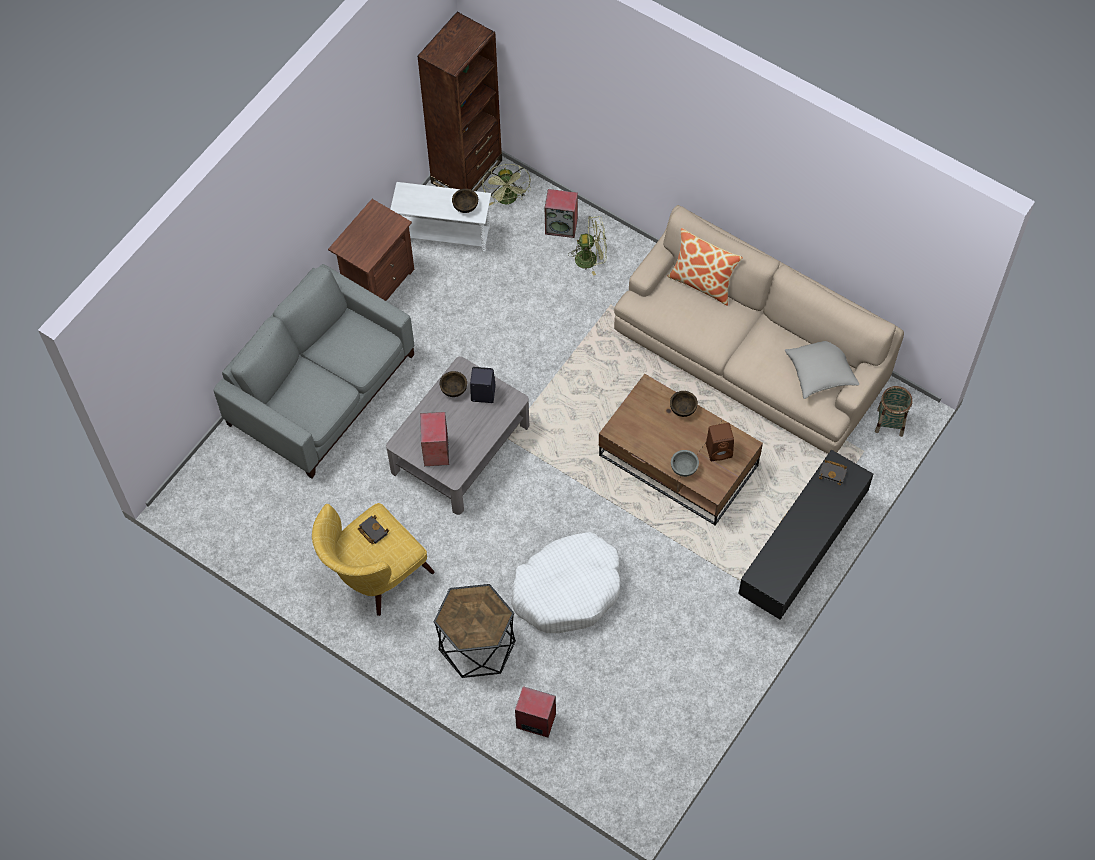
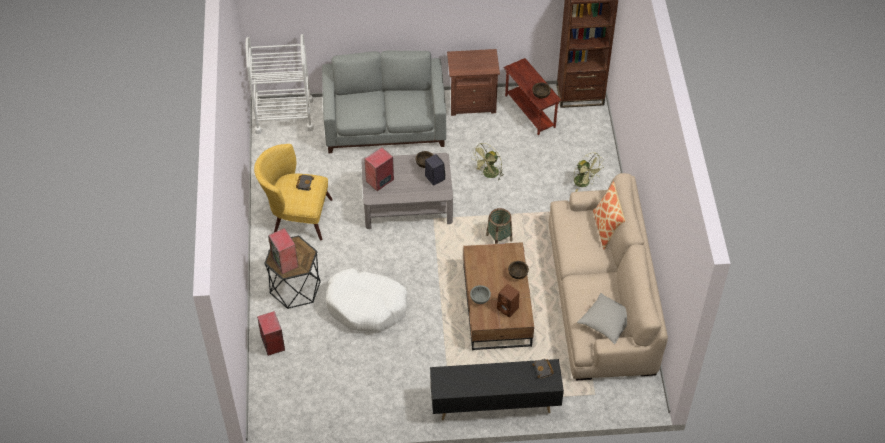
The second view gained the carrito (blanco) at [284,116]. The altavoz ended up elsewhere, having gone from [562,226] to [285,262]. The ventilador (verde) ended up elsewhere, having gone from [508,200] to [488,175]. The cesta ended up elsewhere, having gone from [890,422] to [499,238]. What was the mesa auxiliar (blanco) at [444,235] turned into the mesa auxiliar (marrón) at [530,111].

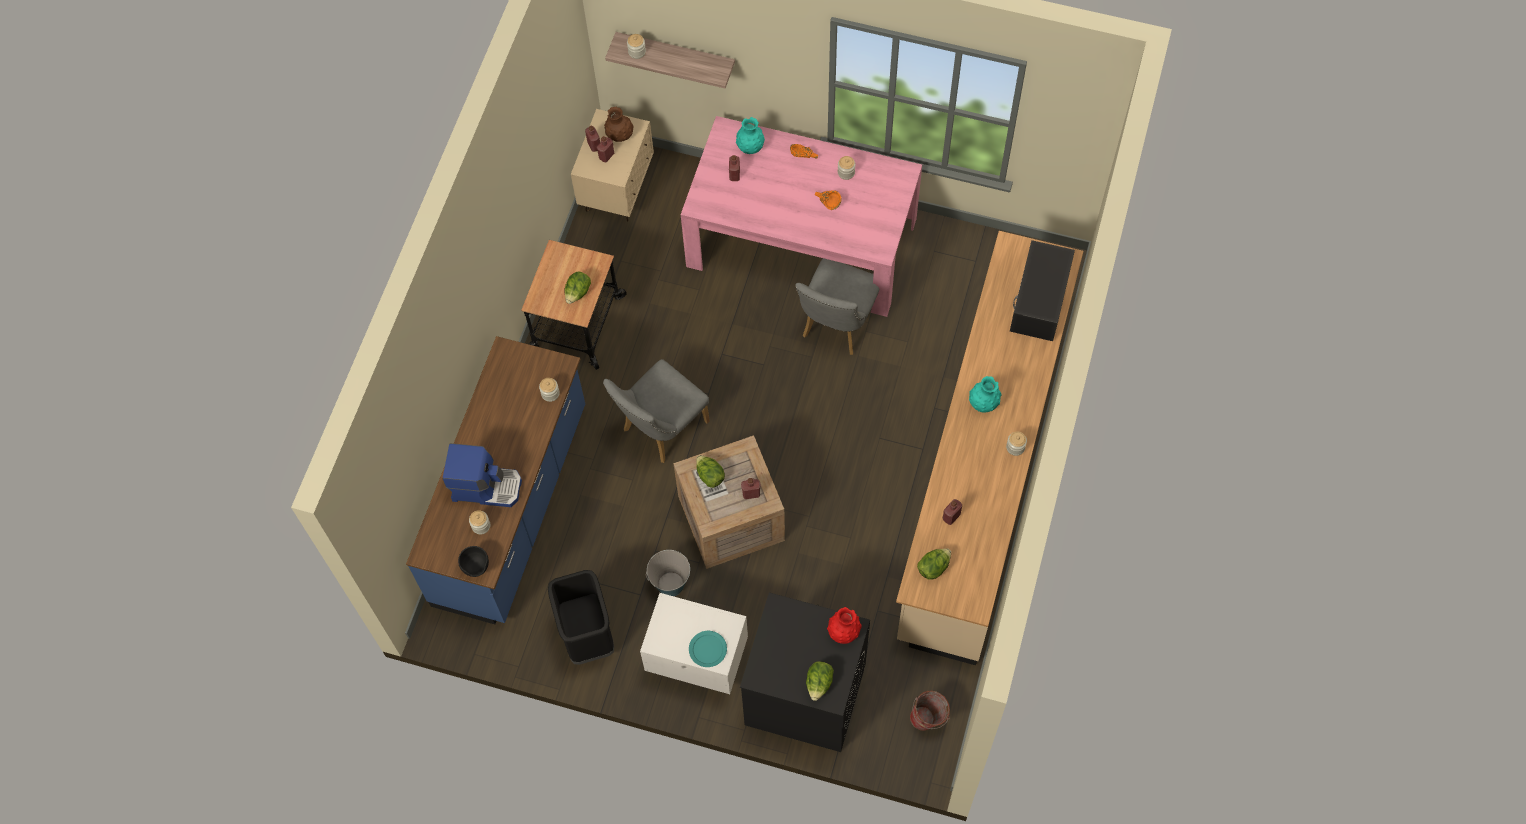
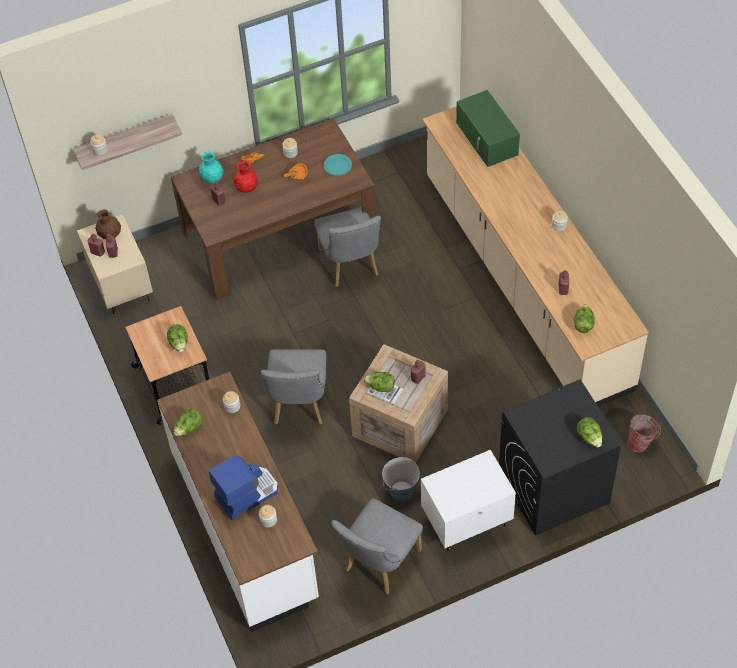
What was the mueble bajo de cocina (azul) at [512,506] turned into the mueble bajo de cocina (blanco) at [246,526]. What was the mesa de comedor (rosa) at [802,242] turned into the mesa de comedor (marrón) at [279,235]. The second view gained the lechuga at [189,428]. The florero (rojo) ended up elsewhere, having gone from [844,632] to [247,188]. The plato (turquesa) ended up elsewhere, having gone from [708,649] to [337,165]. Where the papelera (negro) stood at [587,635], the silla (gris) came to stand at [378,564]. What was the microondas (negro) at [1040,301] turned into the microondas (verde) at [487,139]. The second view lost the cuenco (negro) at [476,569]. The second view lost the florero (turquesa) at [983,403].

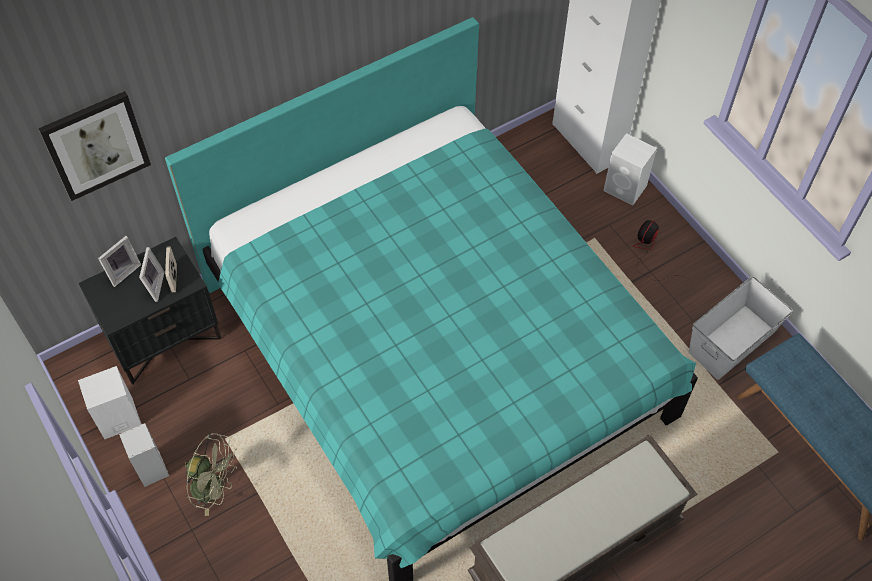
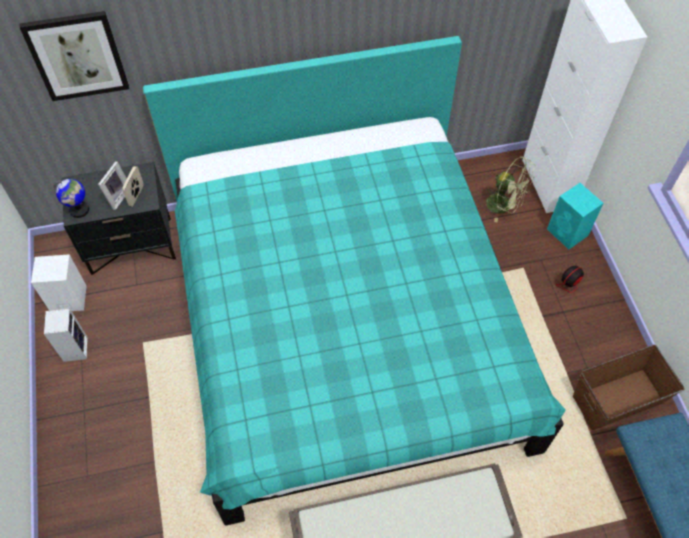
The second view gained the globo terráqueo at [79,210]. The ventilador (verde) ended up elsewhere, having gone from [214,488] to [504,206]. What was the altavoz (blanco) at [626,188] turned into the altavoz (turquesa) at [568,233]. What was the caja de almacenaje (blanco) at [731,341] turned into the caja de almacenaje (marrón) at [617,399]. The second view lost the portarretratos at [122,271].

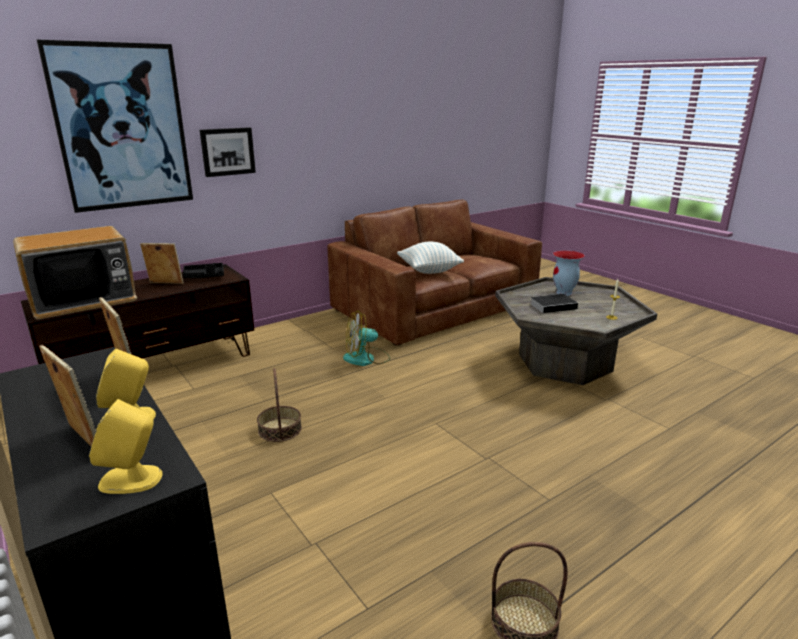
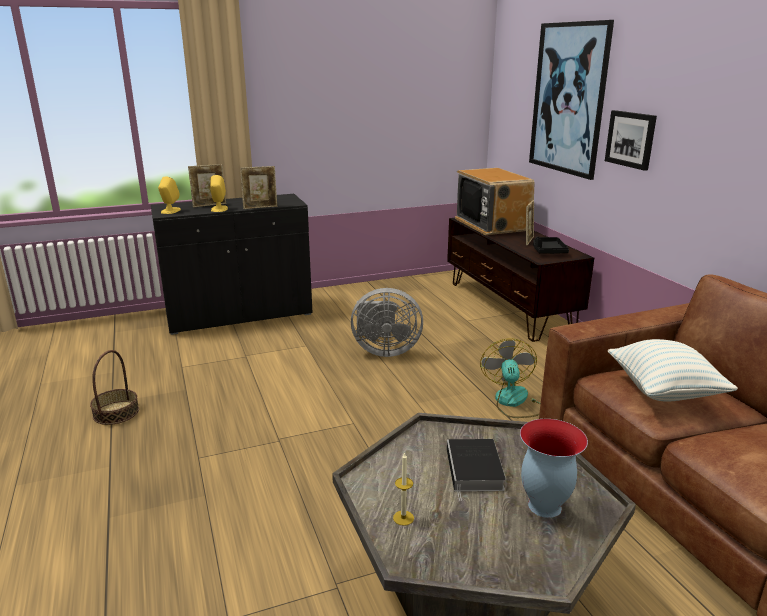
Where the cesta stood at [279,429], the ventilador (gris) came to stand at [384,350].

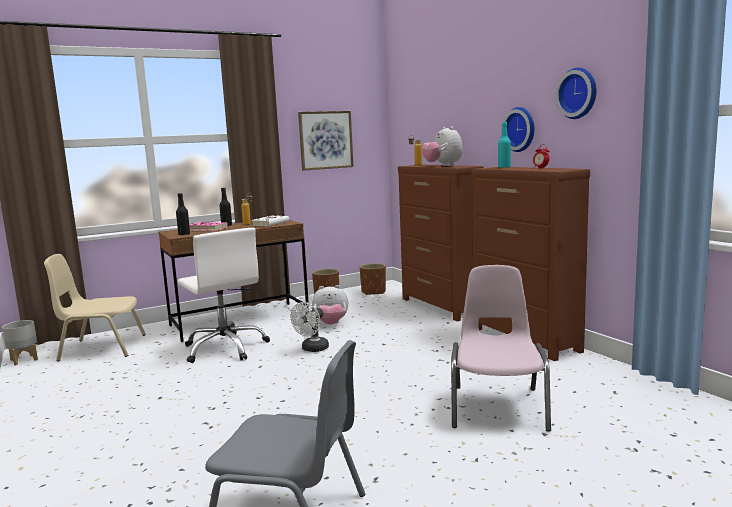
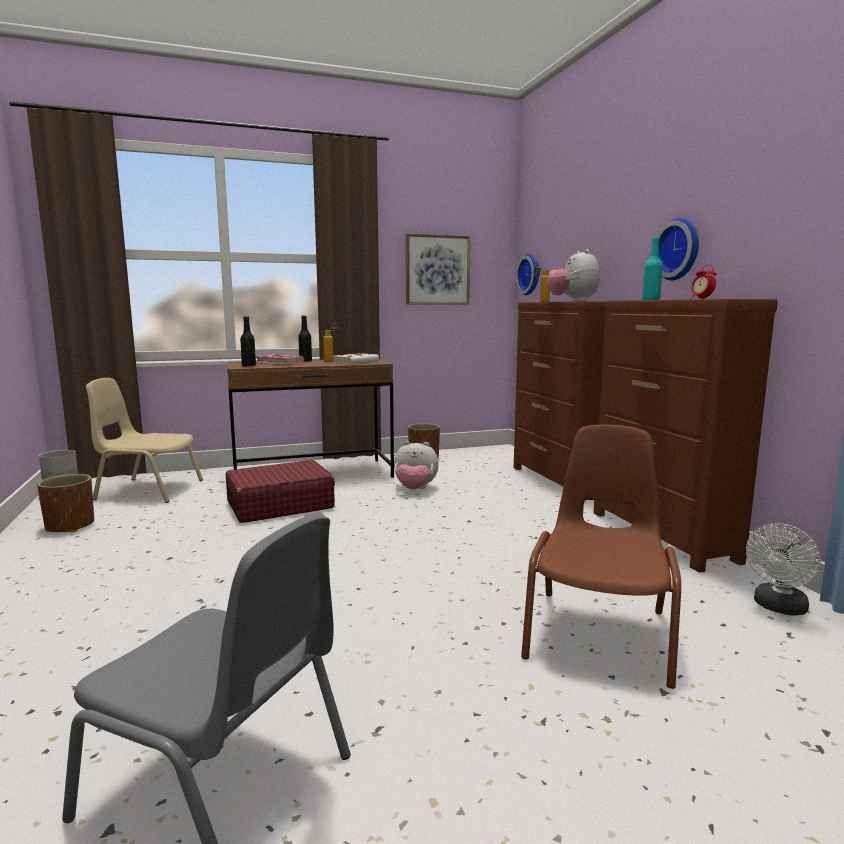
The maceta (marrón) ended up elsewhere, having gone from [373,292] to [70,526]. Where the silla de oficina (blanco) stood at [225,348], the maleta (rojo) came to stand at [279,505]. The reloj de pared ended up elsewhere, having gone from [579,93] to [530,274]. What was the silla (rosa) at [498,407] turned into the silla (marrón) at [600,633]. The ventilador (blanco) ended up elsewhere, having gone from [312,349] to [778,608].

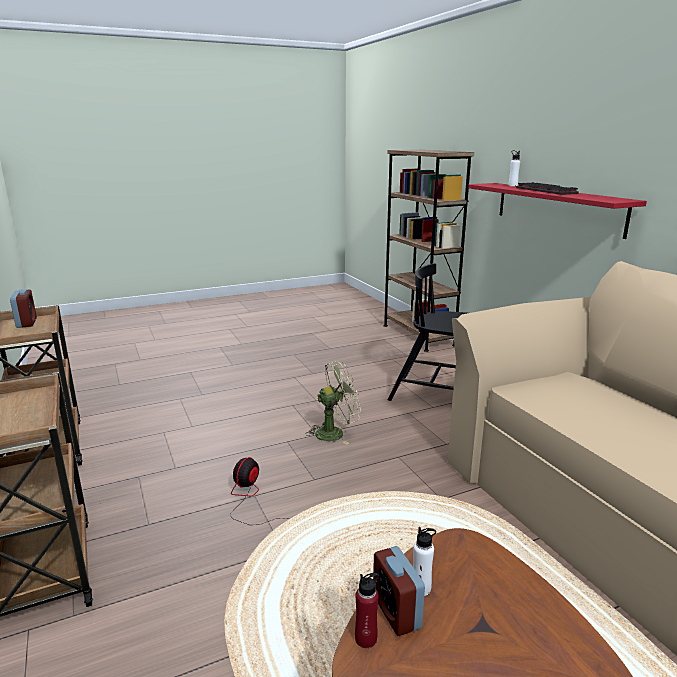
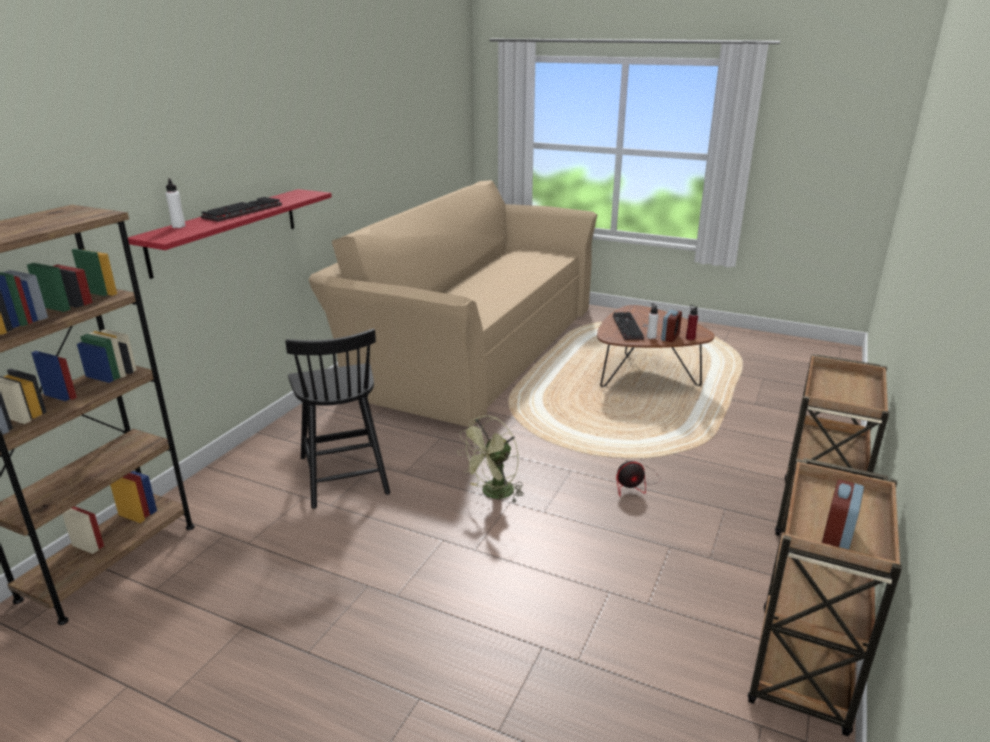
The ventilador (verde) at [335,432] ended up facing another way, 75 degrees counterclockwise from before. The second view gained the teclado at [626,327].

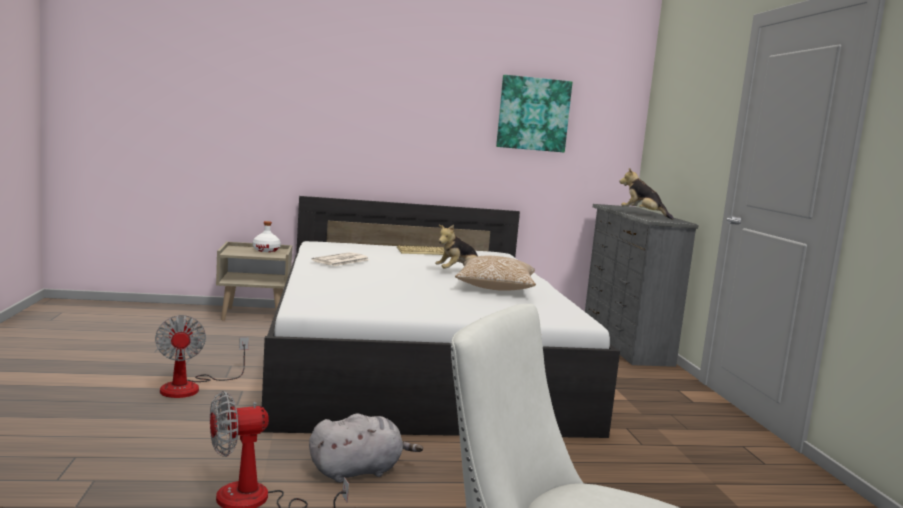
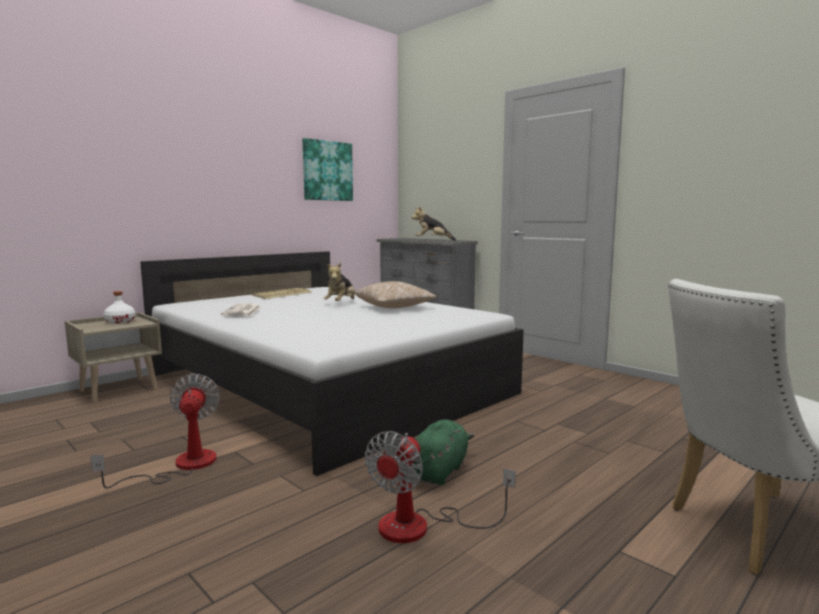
The ventilador at [191,387] ended up facing another way, 135 degrees counterclockwise from before. What was the peluche (gris) at [359,471] turned into the peluche (verde) at [438,471].

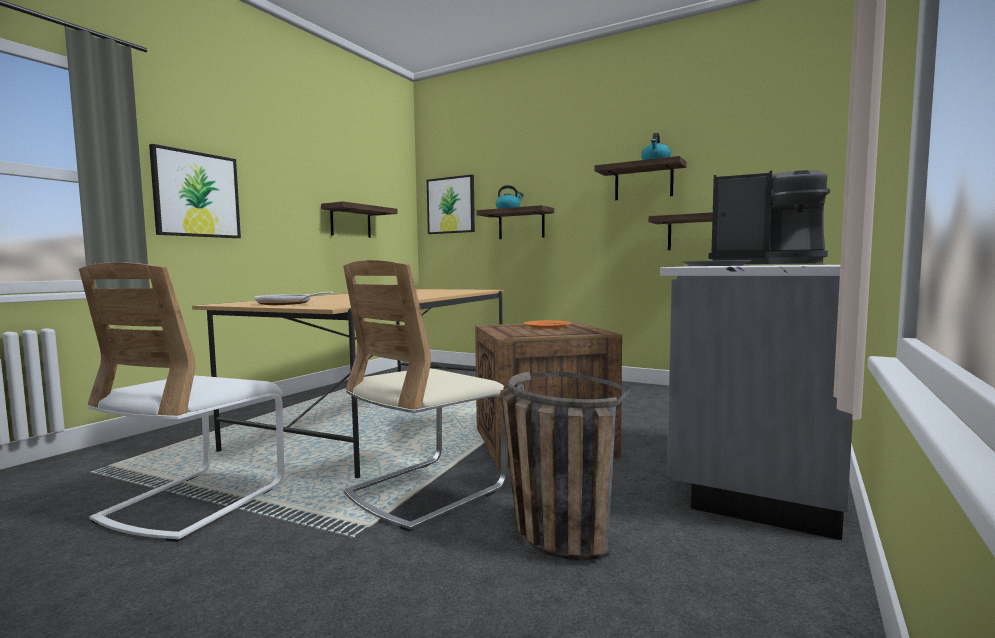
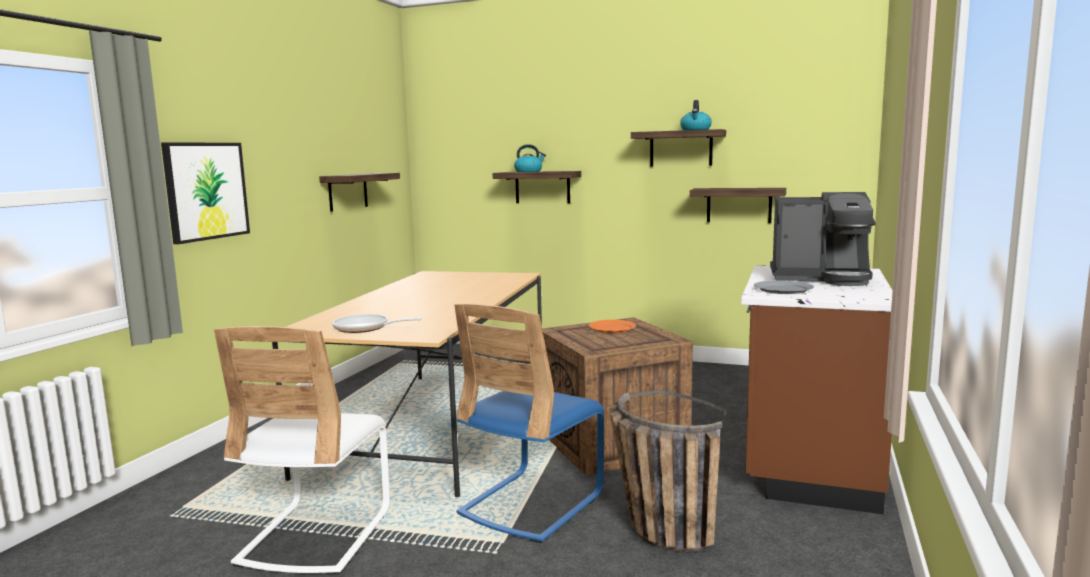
What was the silla (beis) at [426,491] turned into the silla (azul) at [531,504]. What was the mueble bajo de cocina (gris) at [752,476] turned into the mueble bajo de cocina (marrón) at [808,463]. The second view lost the cuadro at [451,205].

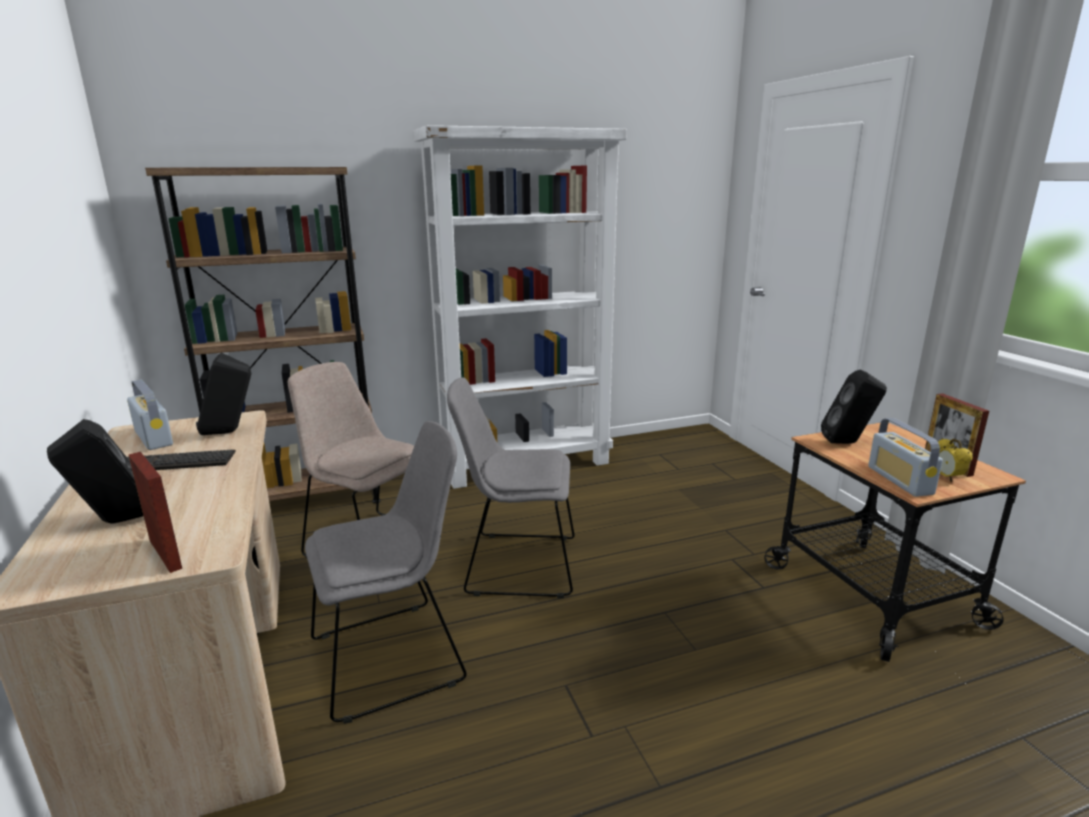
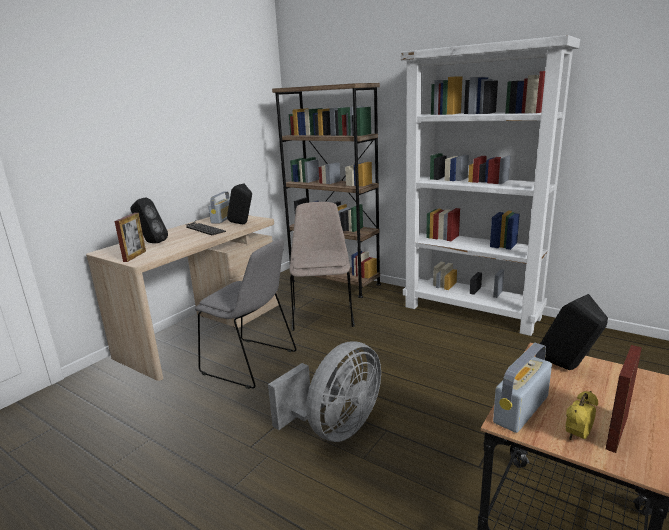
The second view gained the ventilador (gris) at [335,428]. The second view lost the silla (gris) at [516,564].

